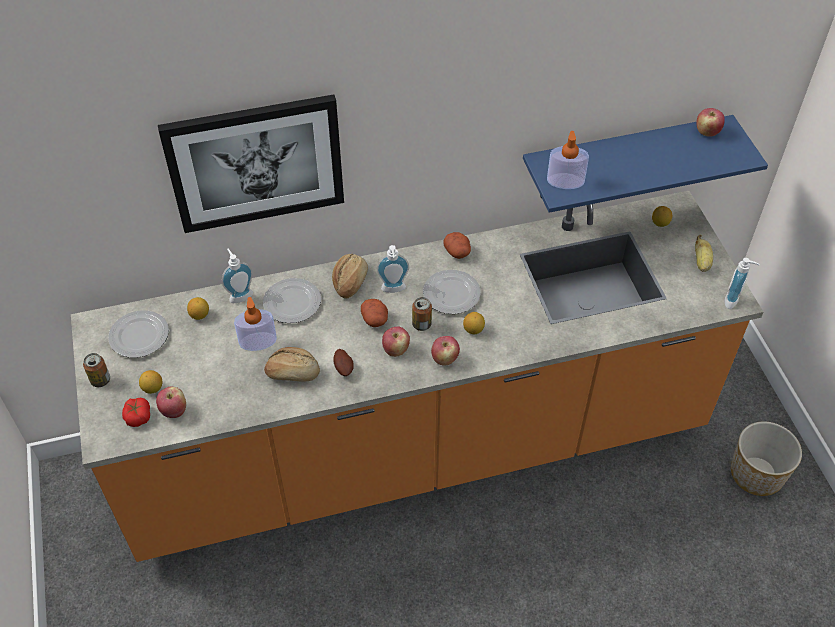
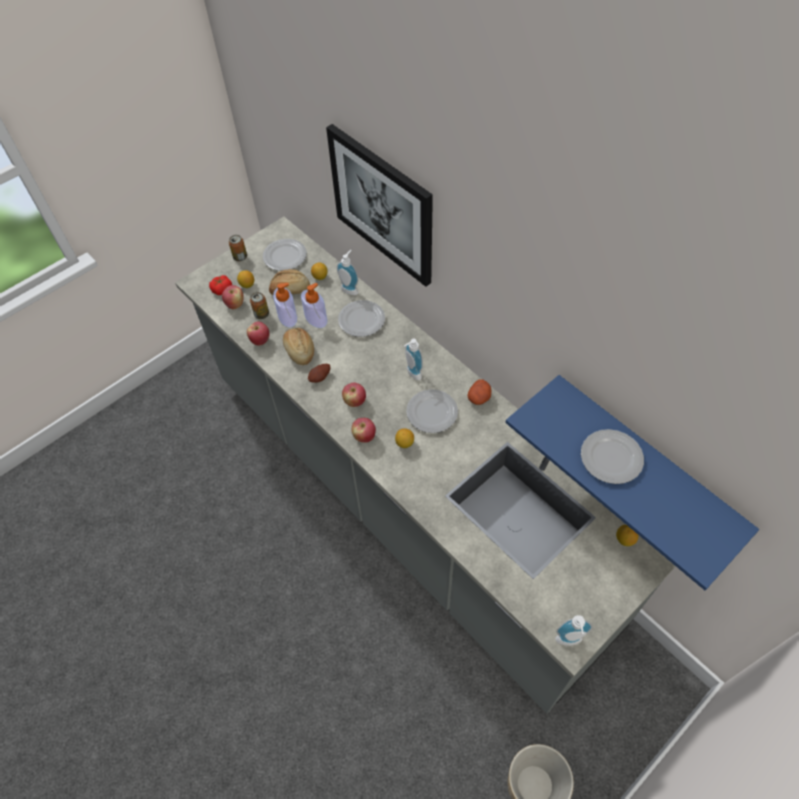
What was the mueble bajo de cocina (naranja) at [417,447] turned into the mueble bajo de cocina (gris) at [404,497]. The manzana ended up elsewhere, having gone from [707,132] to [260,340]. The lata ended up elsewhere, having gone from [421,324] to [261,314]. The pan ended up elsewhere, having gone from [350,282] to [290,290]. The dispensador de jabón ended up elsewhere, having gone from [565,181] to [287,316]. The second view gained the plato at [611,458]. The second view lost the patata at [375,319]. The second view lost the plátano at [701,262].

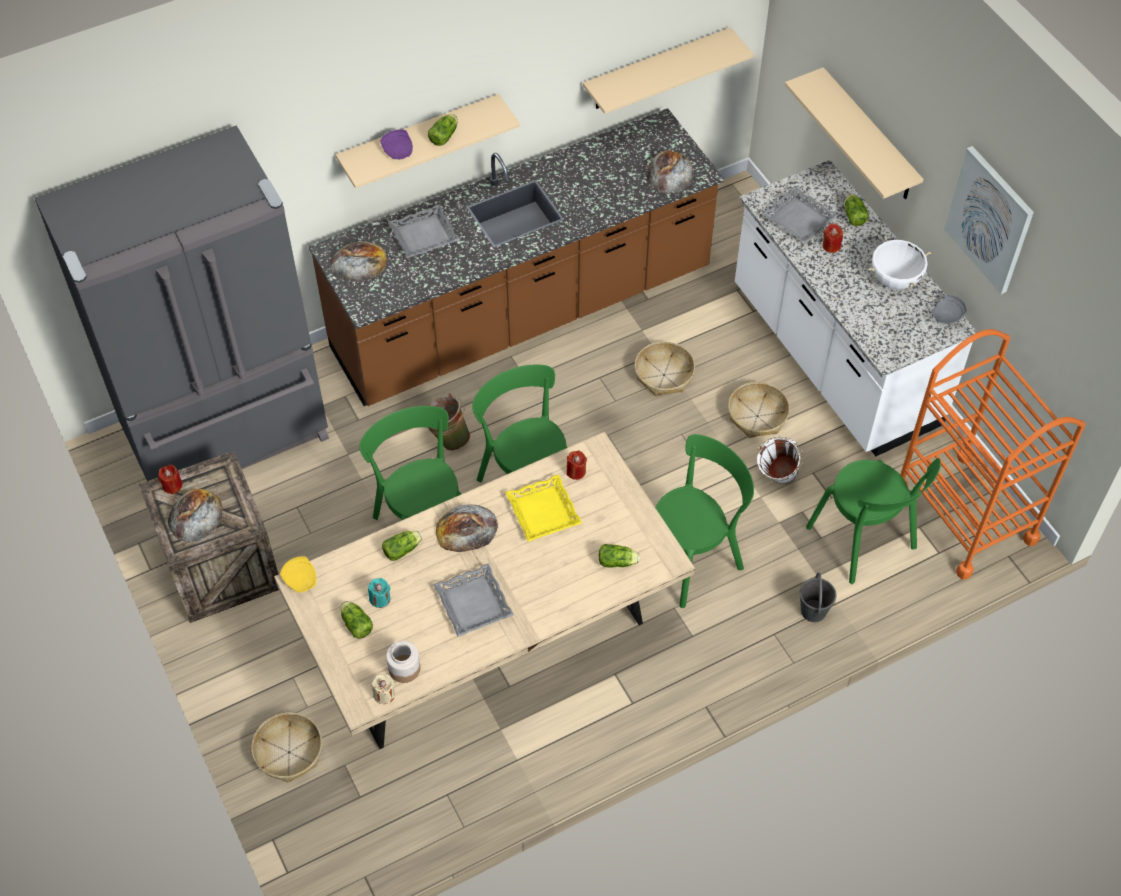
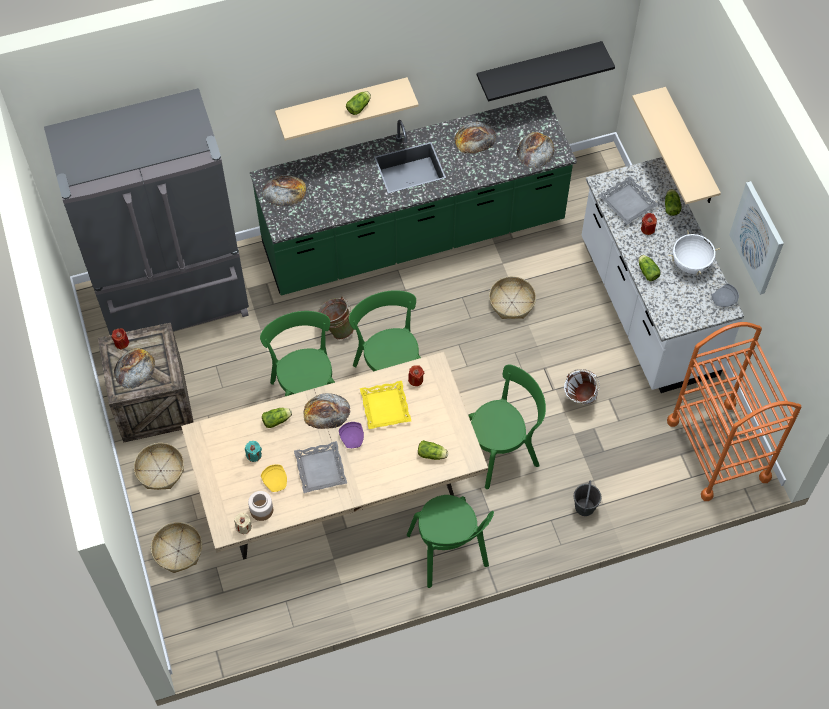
The cesta ended up elsewhere, having gone from [757,416] to [160,470]. What was the mueble bajo de cocina (marrón) at [522,312] turned into the mueble bajo de cocina (verde) at [413,235]. The plato (amarillo) ended up elsewhere, having gone from [301,579] to [275,480]. The plato (morado) ended up elsewhere, having gone from [398,150] to [352,438]. The silla (verde) ended up elsewhere, having gone from [864,541] to [448,553]. The second view gained the pan at [475,138]. What was the estante (beis) at [656,70] turned into the estante (negro) at [538,67]. The lechuga ended up elsewhere, having gone from [356,623] to [647,271]. The second view lost the bandeja (gris) at [424,235].

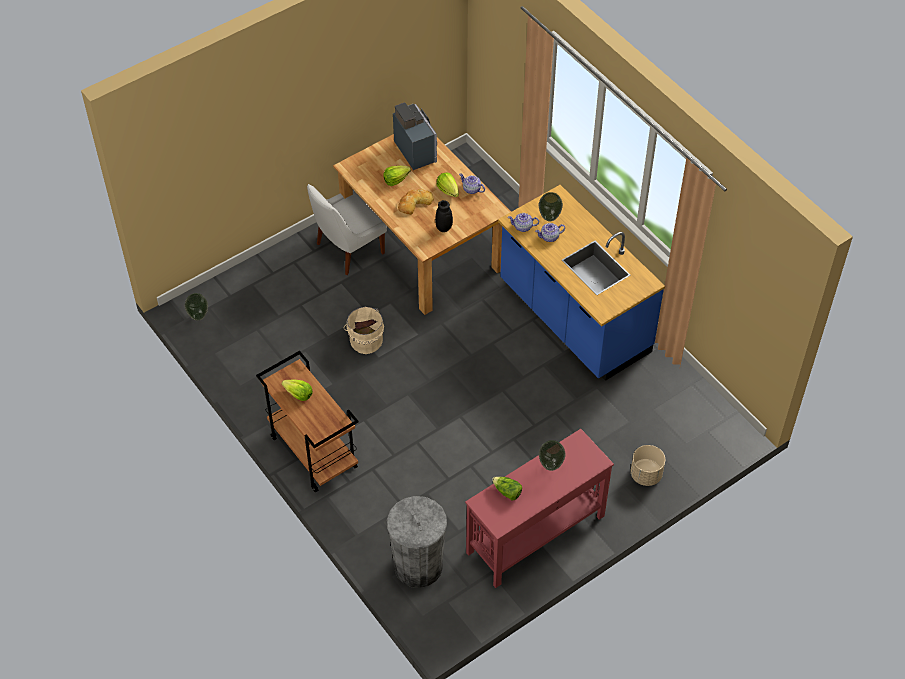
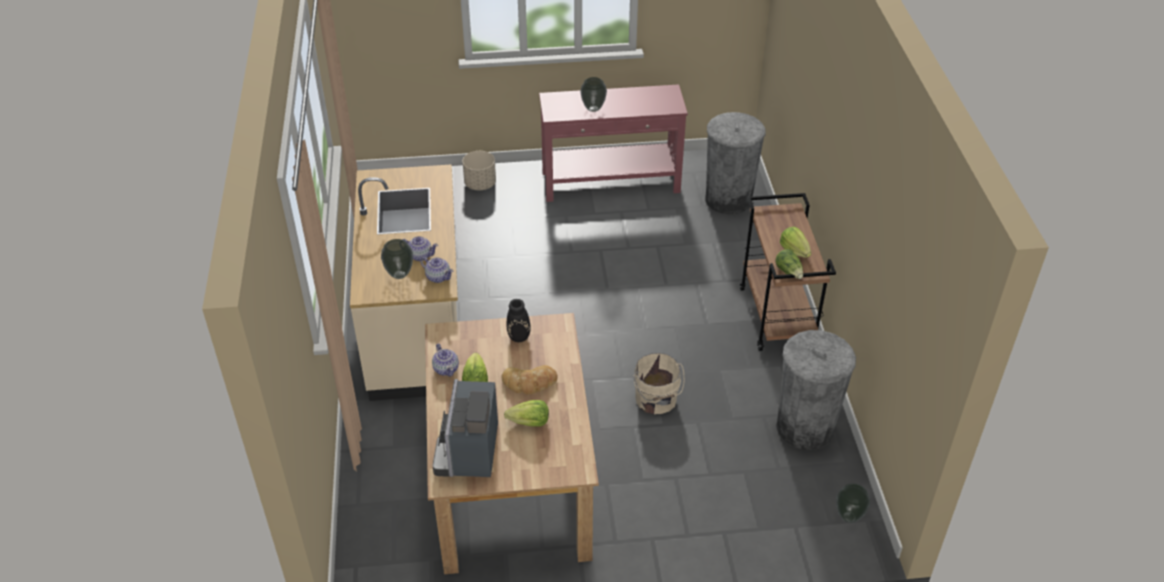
What was the mueble bajo de cocina (azul) at [573,318] turned into the mueble bajo de cocina (beis) at [417,326]. The lechuga ended up elsewhere, having gone from [507,492] to [789,272]. The second view gained the papelera (gris) at [805,427]. The second view lost the silla (blanco) at [347,250].

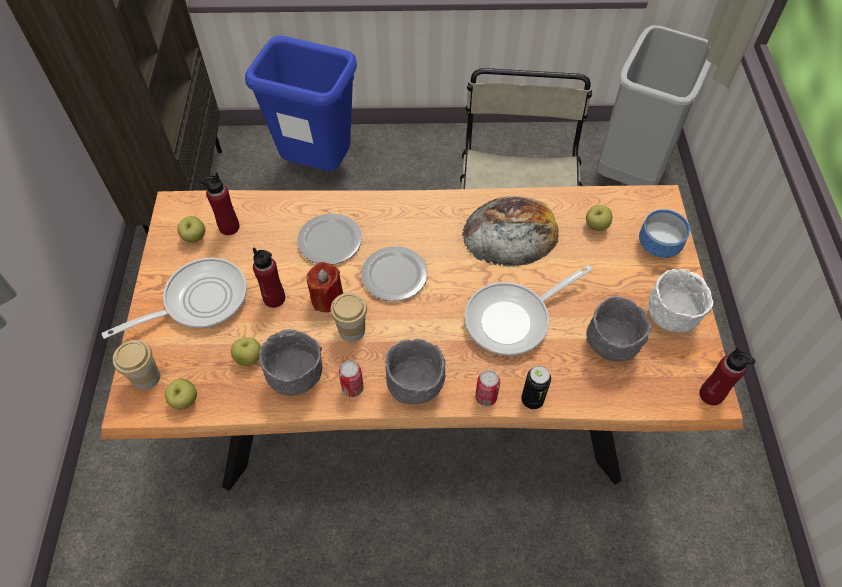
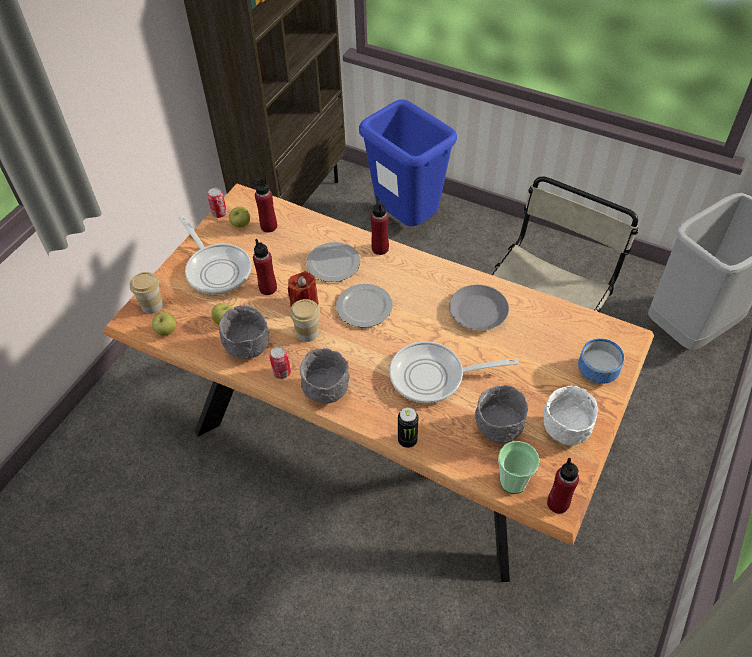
The sartén at [199,301] ended up facing another way, 60 degrees clockwise from before. The lata ended up elsewhere, having gone from [486,397] to [219,213]. The second view gained the botella (rojo) at [380,248]. Where the pan stood at [511,231], the plato (gris) came to stand at [477,311]. The second view gained the taza at [513,482]. The second view lost the manzana at [596,226].

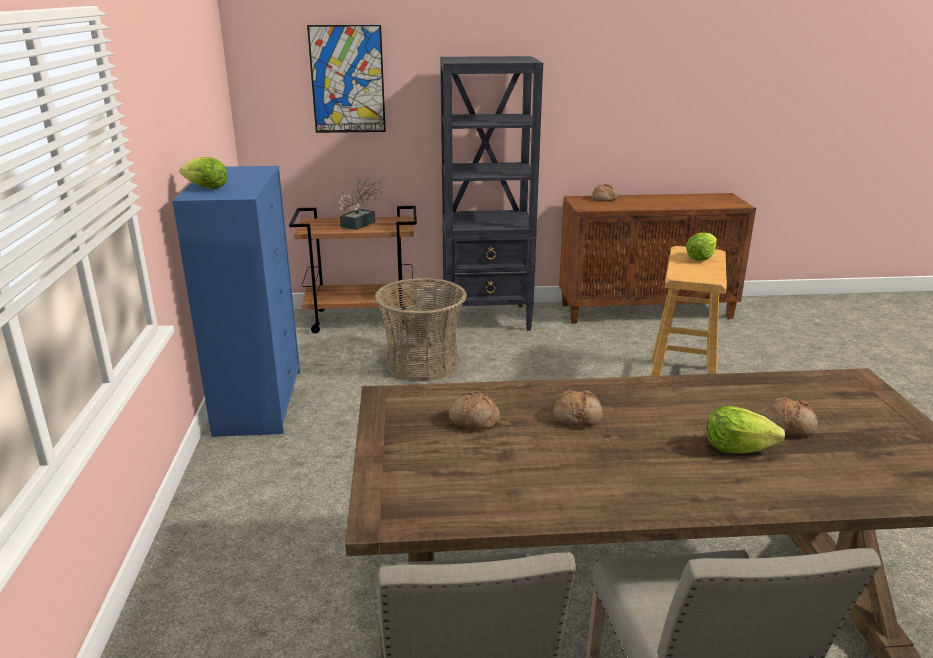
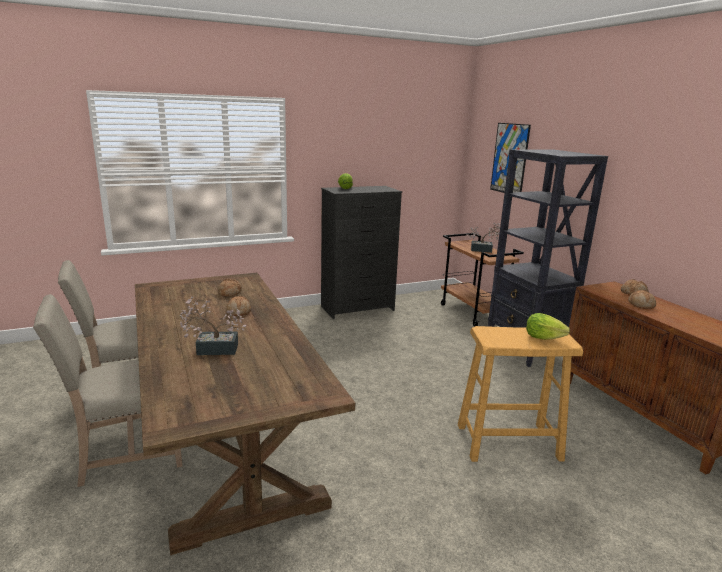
Where the lechuga stood at [737,448], the planta en maceta came to stand at [212,349]. What was the cómoda (azul) at [259,401] turned into the cómoda (negro) at [358,308]. The pan ended up elsewhere, having gone from [789,426] to [641,305]. The second view lost the cesta at [422,364].

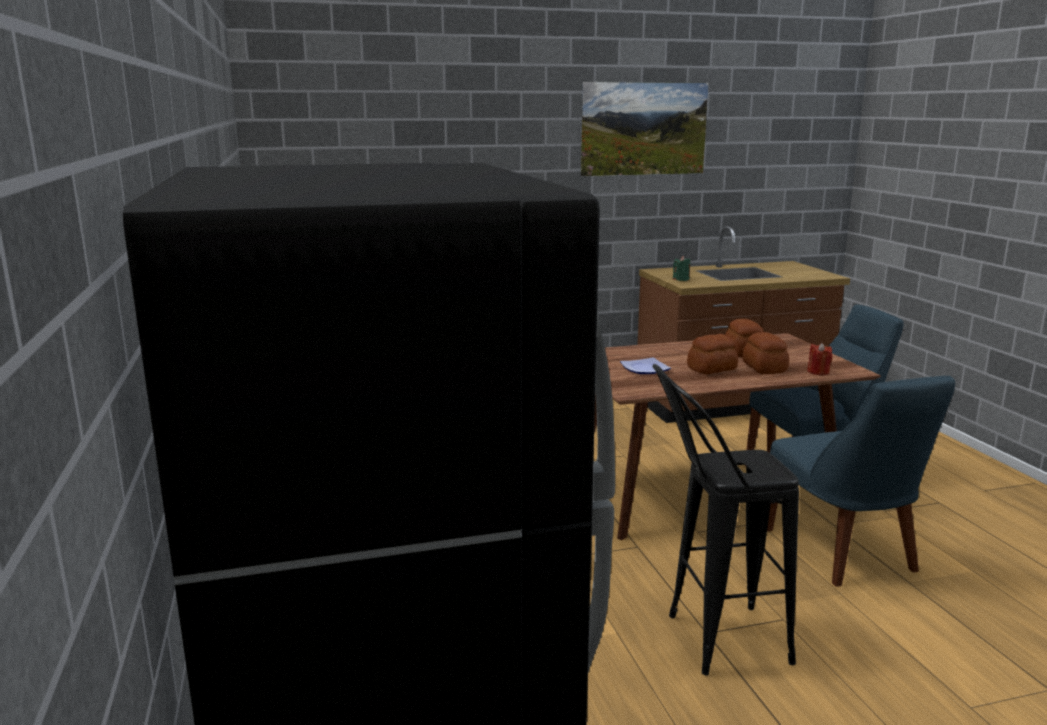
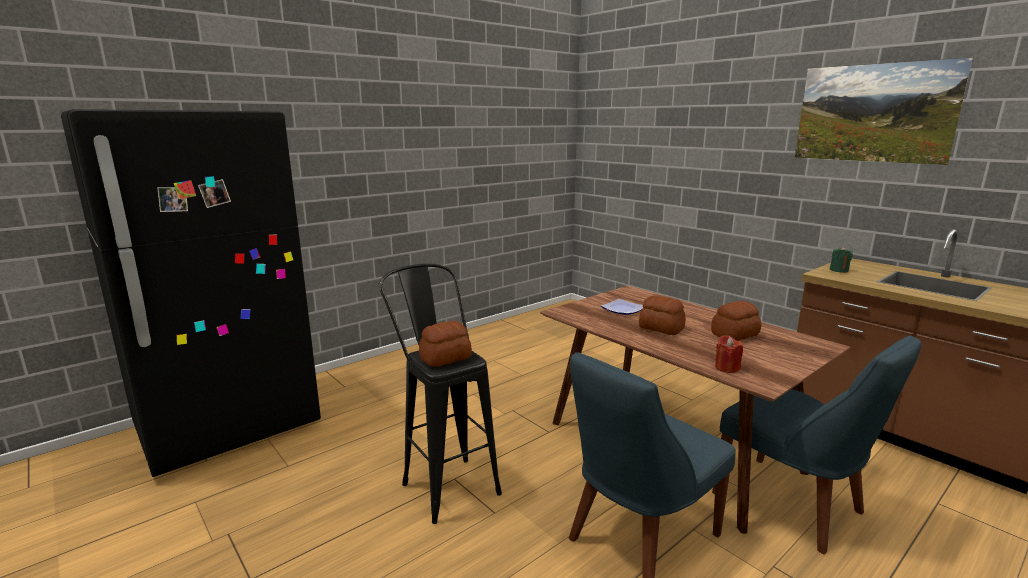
The pan ended up elsewhere, having gone from [764,368] to [444,358].

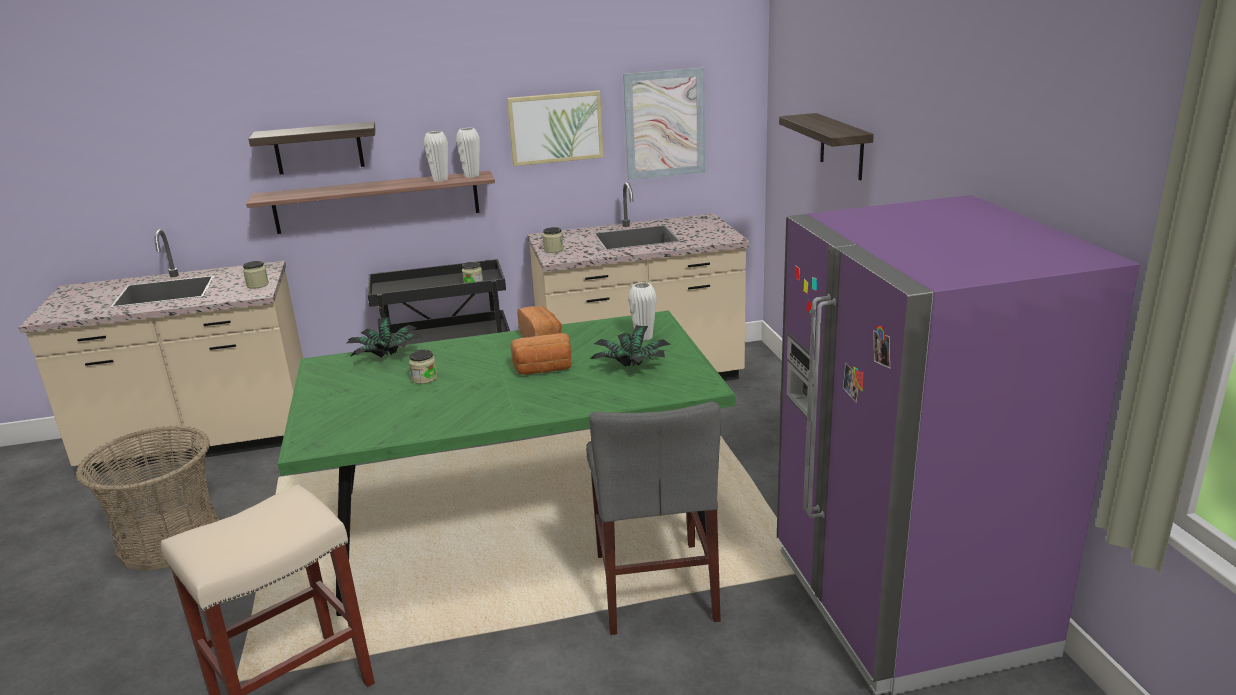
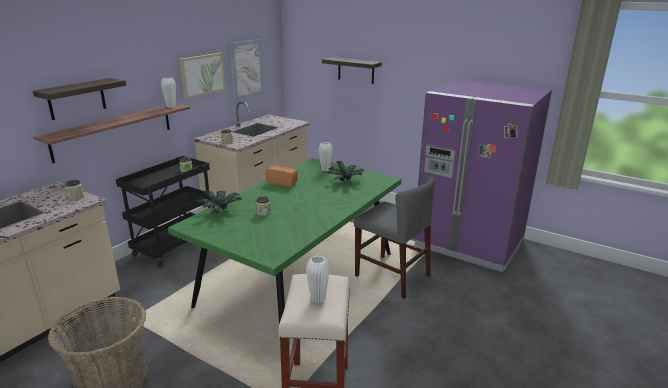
The florero (blanco) ended up elsewhere, having gone from [440,180] to [318,299]. The second view lost the pan at [544,369].

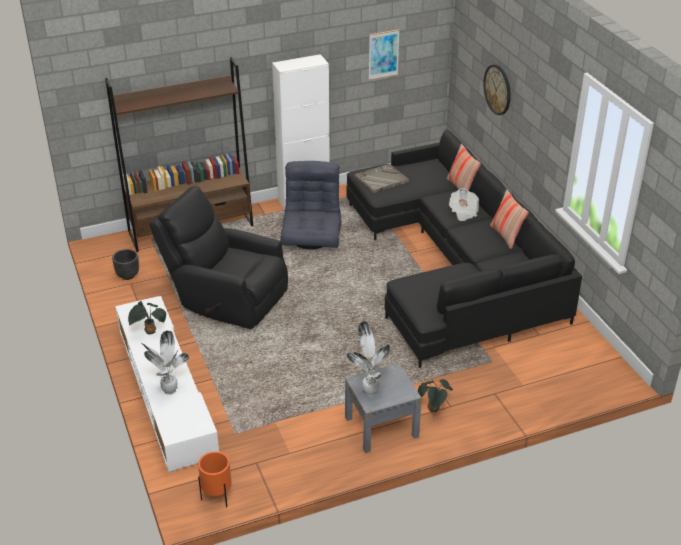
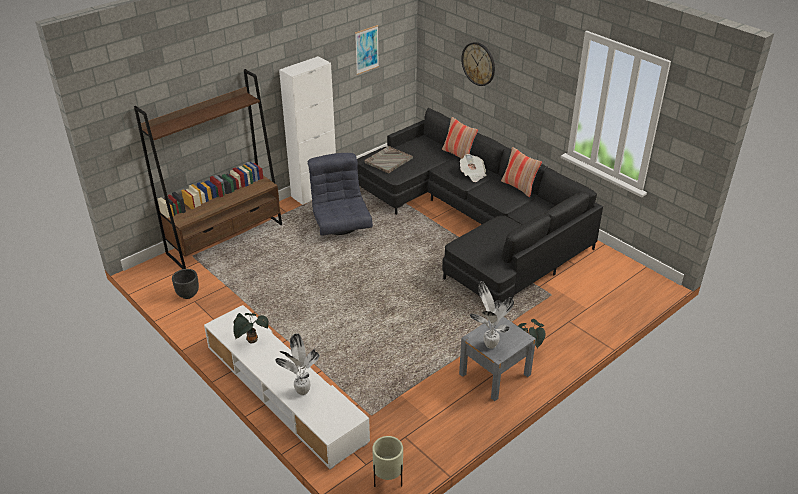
What was the maceta (naranja) at [217,497] turned into the maceta (beis) at [387,479]. The second view lost the sillón (negro) at [226,298].

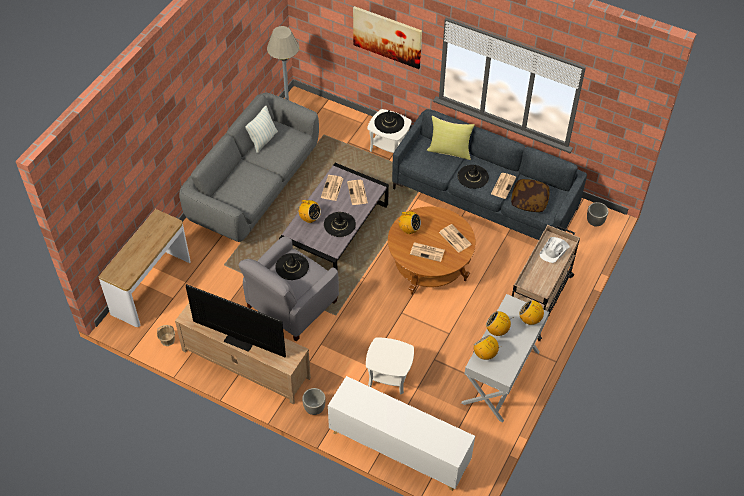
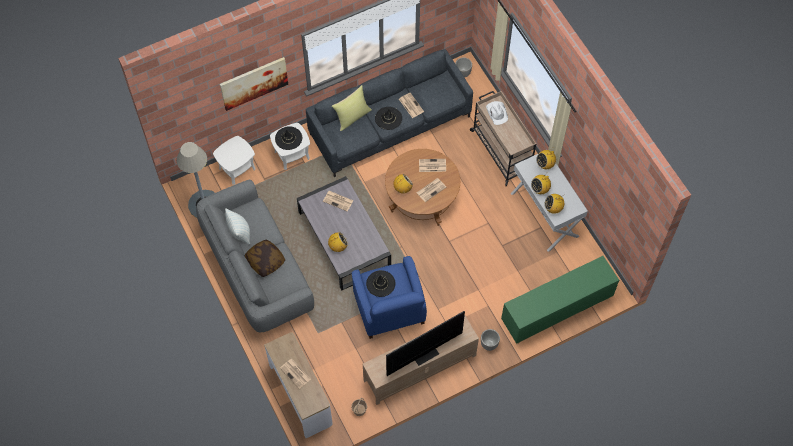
The mesa auxiliar (blanco) ended up elsewhere, having gone from [389,377] to [237,169]. The cojín ended up elsewhere, having gone from [529,200] to [265,261]. The periódico ended up elsewhere, having gone from [332,188] to [295,374]. What was the sillón (gris) at [291,305] turned into the sillón (azul) at [389,308]. What was the armario (blanco) at [398,448] turned into the armario (verde) at [556,311]. The second view lost the sombrero (negro) at [339,224].

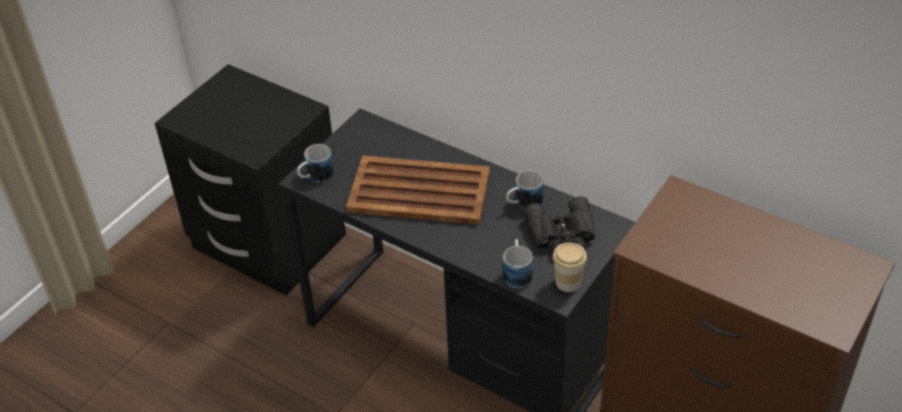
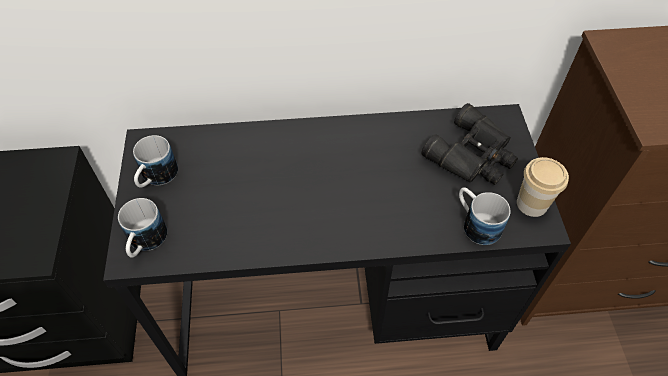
The taza grande ended up elsewhere, having gone from [523,203] to [156,178]. The second view lost the bandeja (marrón) at [420,192].

